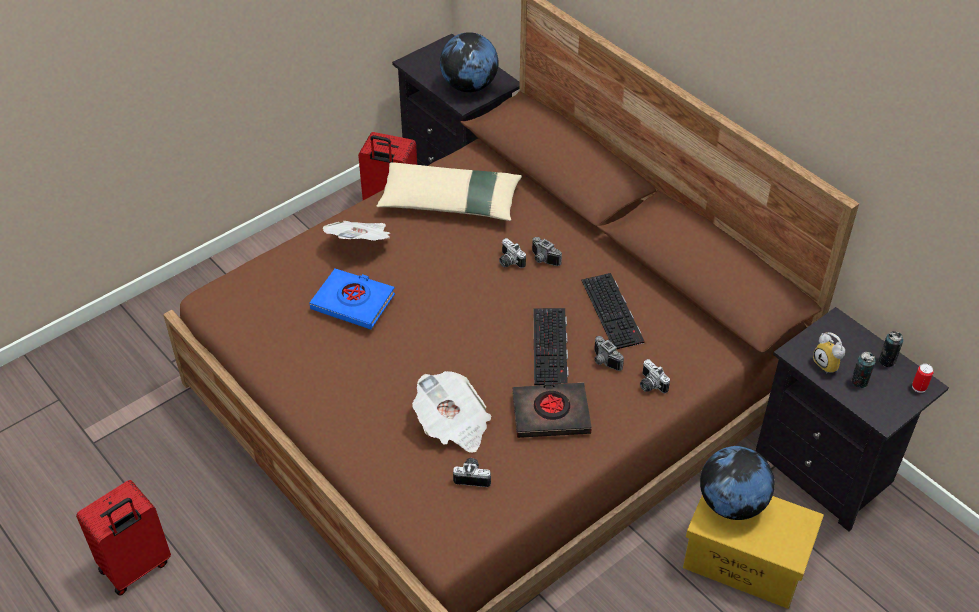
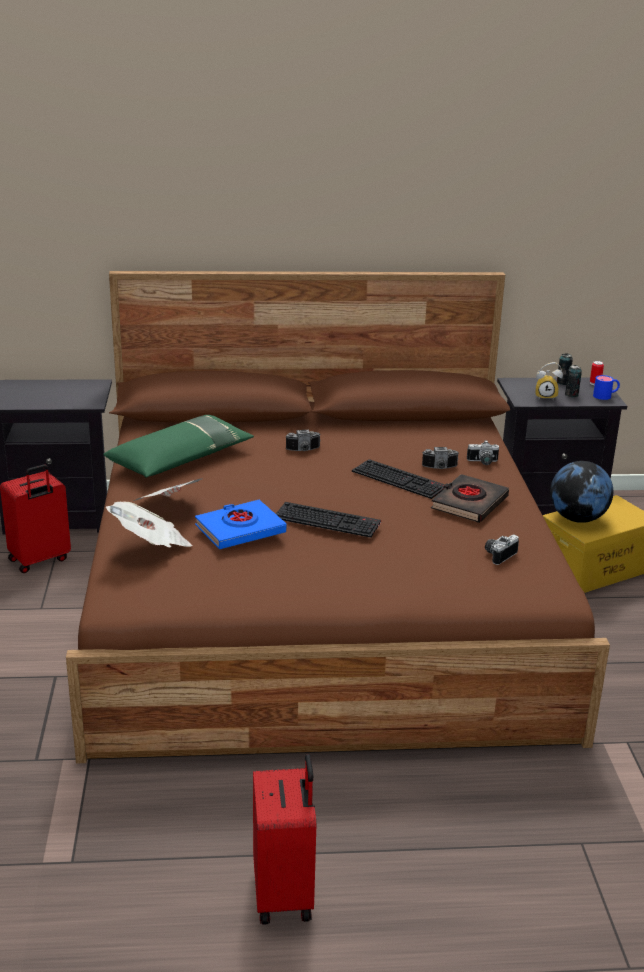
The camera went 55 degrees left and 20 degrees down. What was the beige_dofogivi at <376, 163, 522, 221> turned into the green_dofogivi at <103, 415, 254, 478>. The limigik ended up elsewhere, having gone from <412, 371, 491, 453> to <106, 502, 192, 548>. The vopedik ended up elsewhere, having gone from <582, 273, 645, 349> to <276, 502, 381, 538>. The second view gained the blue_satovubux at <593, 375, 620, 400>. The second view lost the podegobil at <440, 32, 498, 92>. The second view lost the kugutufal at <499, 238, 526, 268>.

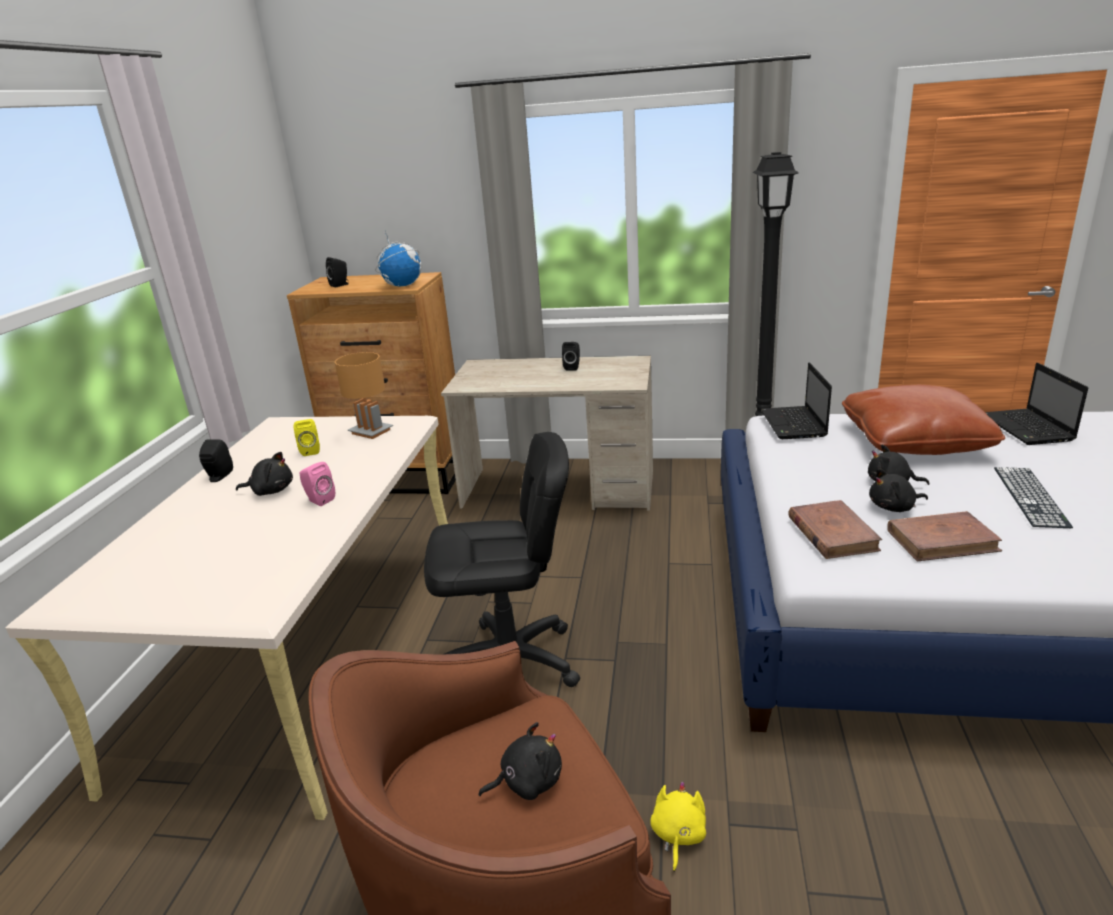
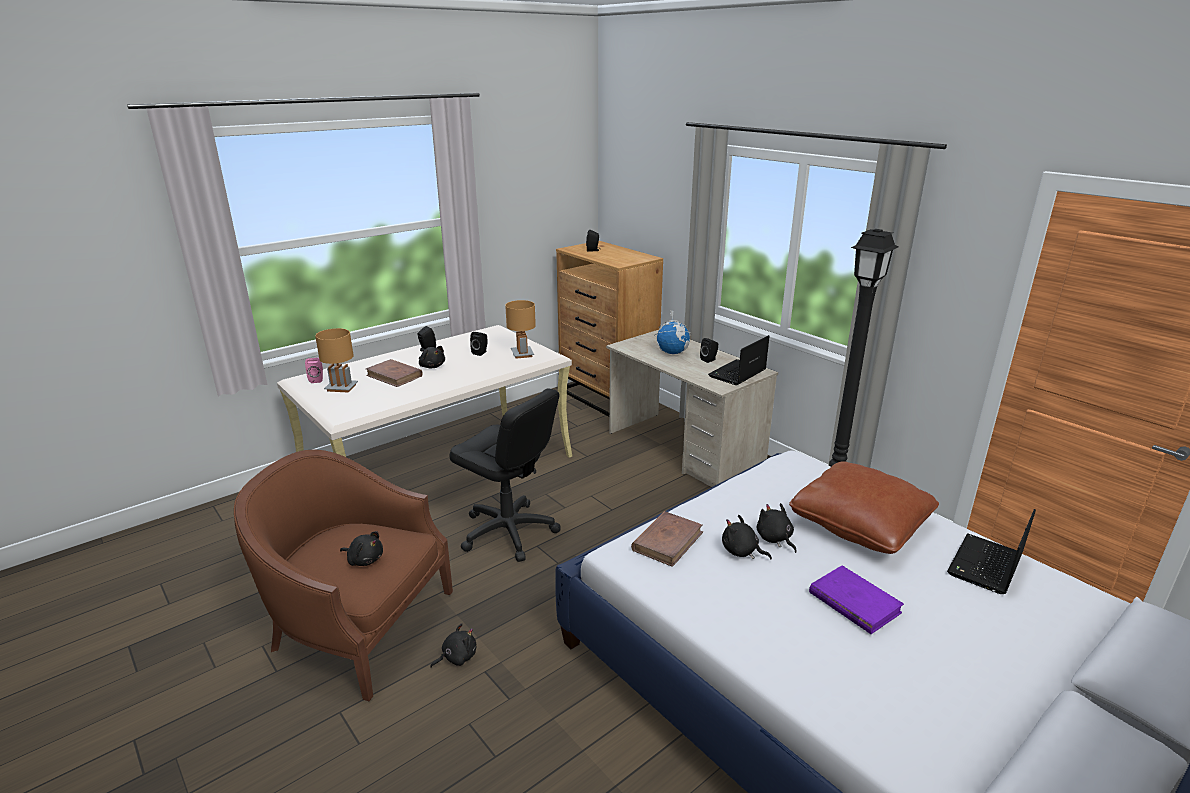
The camera went 40 degrees right and 0 degrees up. The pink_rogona ended up elsewhere, having gone from <300, 462, 335, 506> to <305, 358, 323, 383>. The second view gained the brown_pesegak at <315, 328, 358, 392>. The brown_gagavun ended up elsewhere, having gone from <887, 511, 1002, 561> to <366, 359, 423, 387>. What was the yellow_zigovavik at <650, 781, 706, 872> turned into the black_zigovavik at <430, 623, 477, 668>. What was the yellow_rogona at <294, 419, 320, 456> turned into the black_rogona at <470, 332, 487, 356>. The podegobil ended up elsewhere, having gone from <375, 231, 422, 287> to <654, 310, 690, 354>. The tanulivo ended up elsewhere, having gone from <761, 362, 832, 439> to <708, 335, 770, 385>. Where the vopedik stood at <994, 467, 1073, 528>, the purple_gagavun came to stand at <809, 565, 904, 634>.

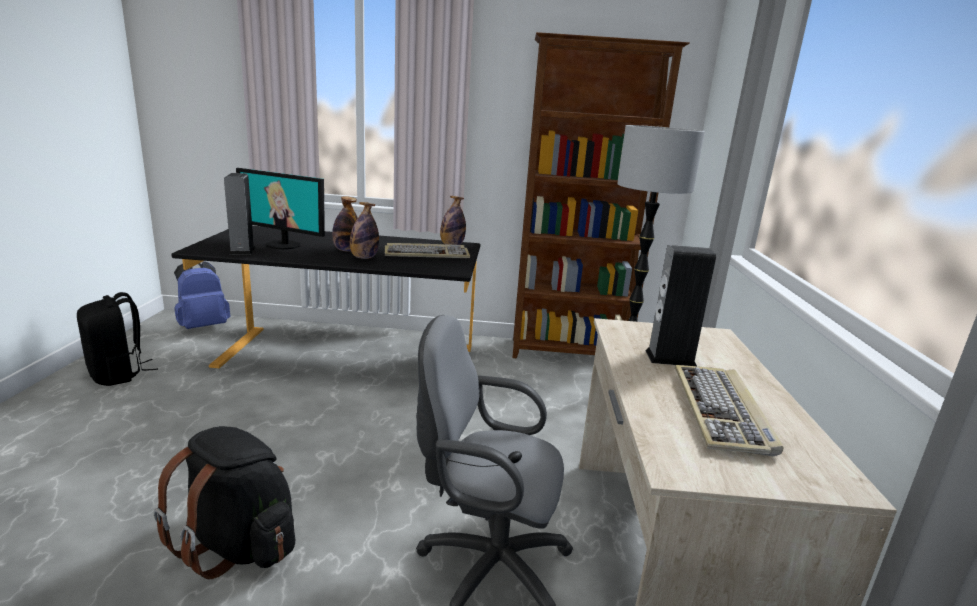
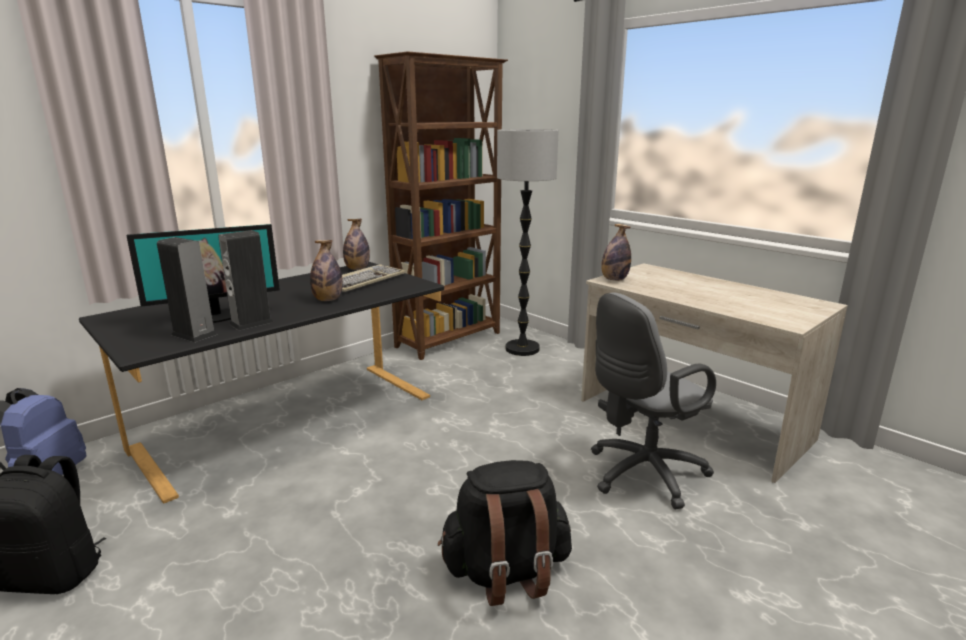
The camera went 45 degrees left and 0 degrees up. The rogona ended up elsewhere, having gone from <645, 245, 716, 366> to <218, 230, 273, 331>. The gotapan ended up elsewhere, having gone from <332, 196, 358, 252> to <601, 224, 631, 281>. The second view lost the vopedik at <675, 365, 783, 456>.

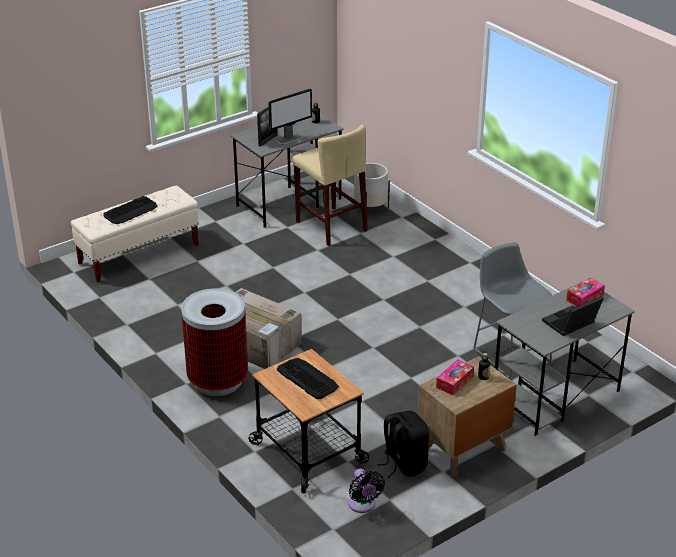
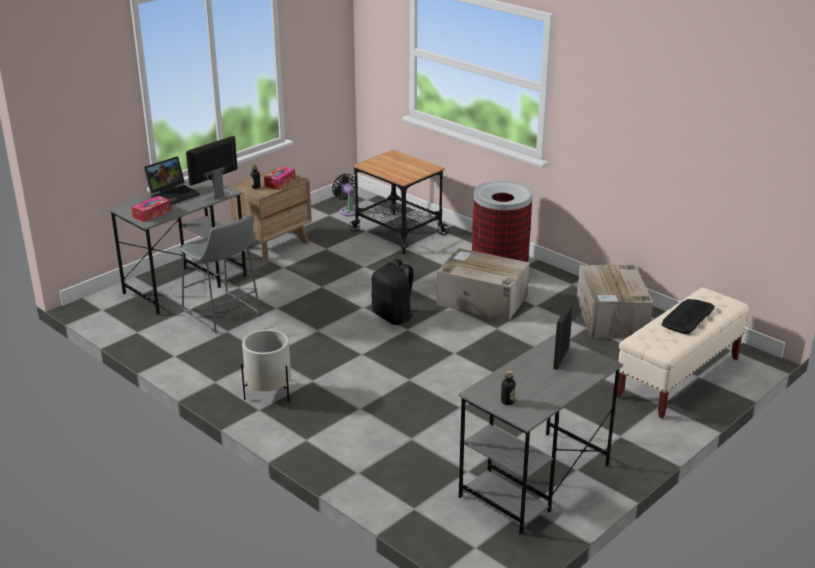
The camera went 170 degrees right and 5 degrees down. The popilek ended up elsewhere, having gone from <268, 89, 312, 144> to <186, 136, 238, 203>. The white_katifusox ended up elsewhere, having gone from <354, 163, 390, 208> to <241, 330, 291, 402>. The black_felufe ended up elsewhere, having gone from <377, 410, 429, 478> to <371, 259, 418, 325>. The second view gained the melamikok at <577, 264, 653, 339>. The second view lost the vopedik at <277, 358, 339, 399>. The second view lost the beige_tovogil at <293, 125, 368, 246>.

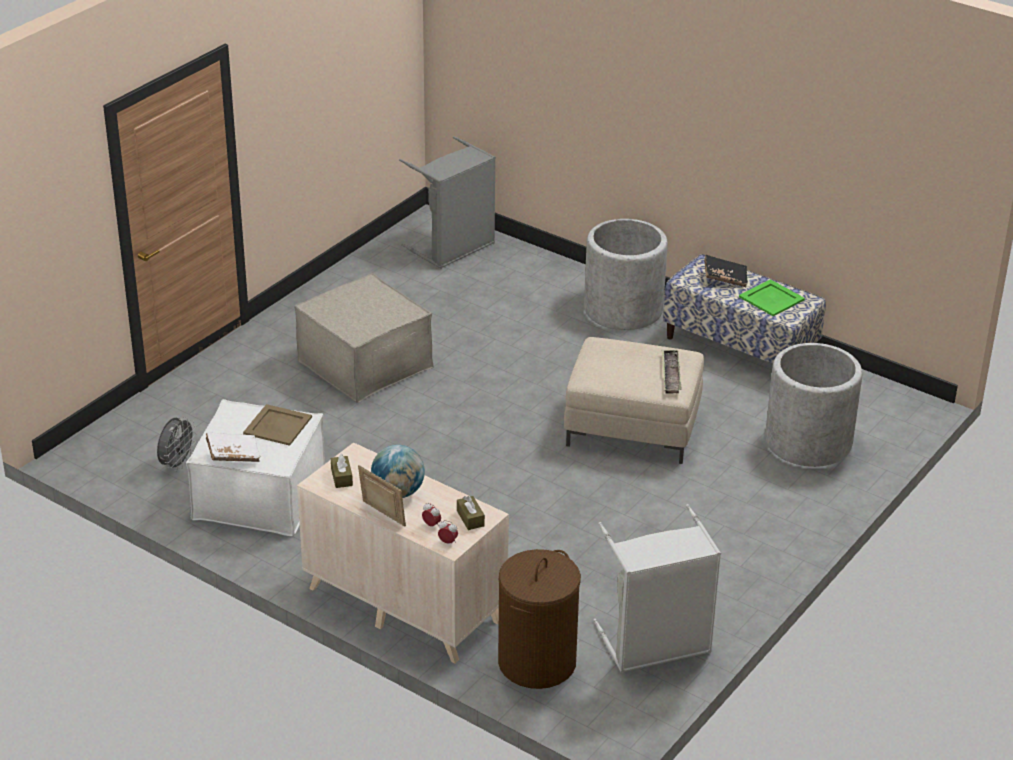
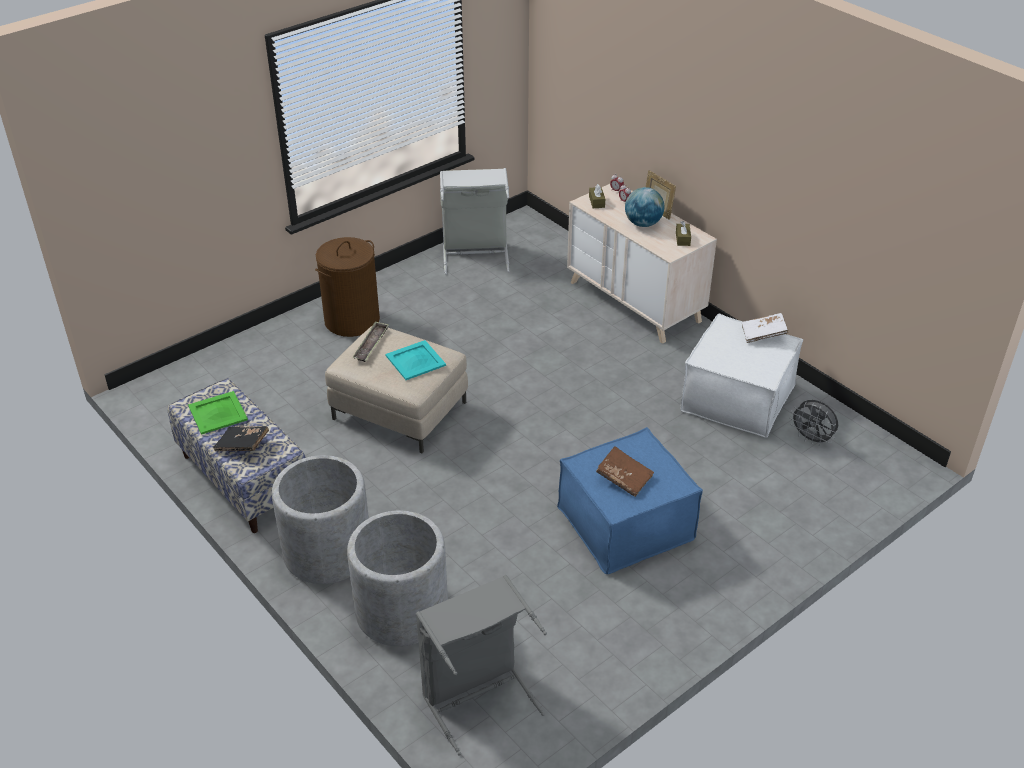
The camera went 165 degrees left and 5 degrees up. The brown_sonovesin ended up elsewhere, having gone from <498, 549, 581, 689> to <315, 237, 380, 337>. The grey_katifusox ended up elsewhere, having gone from <765, 343, 862, 467> to <347, 511, 448, 646>. The second view gained the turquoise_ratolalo at <385, 340, 446, 380>. What was the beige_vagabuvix at <295, 273, 434, 403> turned into the blue_vagabuvix at <557, 427, 703, 574>. The second view gained the brown_gagavun at <596, 446, 654, 497>. The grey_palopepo at <157, 417, 197, 471> ended up facing another way, 90 degrees counterclockwise from before. The second view lost the beige_ratolalo at <243, 404, 312, 446>.

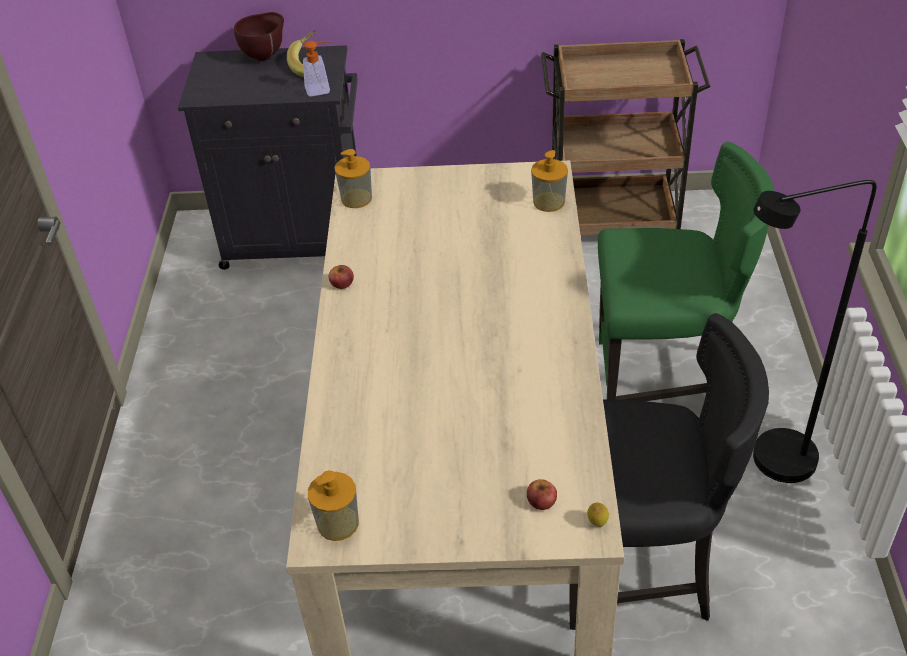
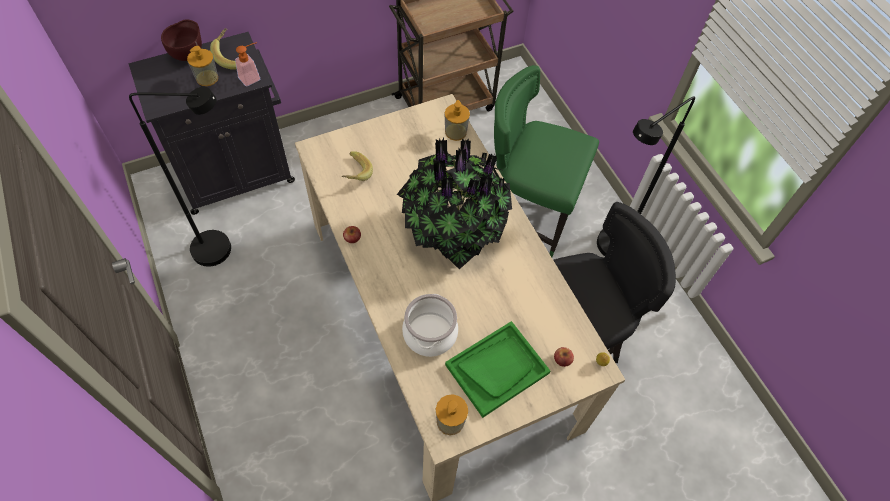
The camera went 30 degrees left and 15 degrees up. The second view gained the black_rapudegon at <129, 87, 231, 267>. The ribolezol ended up elsewhere, having gone from <334, 149, 372, 208> to <187, 46, 218, 86>. The second view gained the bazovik at <342, 151, 373, 181>. The second view gained the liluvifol at <397, 138, 512, 269>. The second view gained the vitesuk at <402, 294, 458, 357>. The second view gained the green_ratolalo at <445, 321, 550, 418>. The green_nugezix at <598, 141, 774, 401> ended up facing another way, 135 degrees counterclockwise from before.

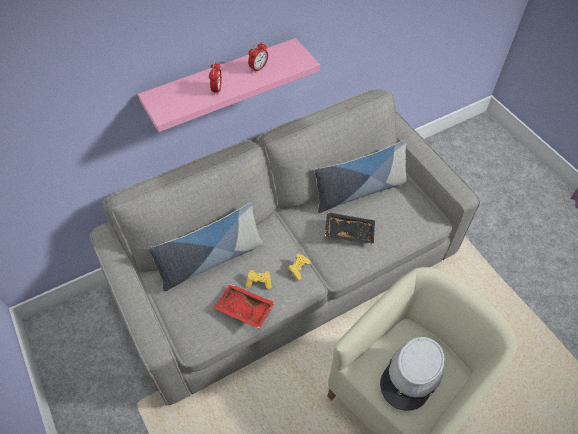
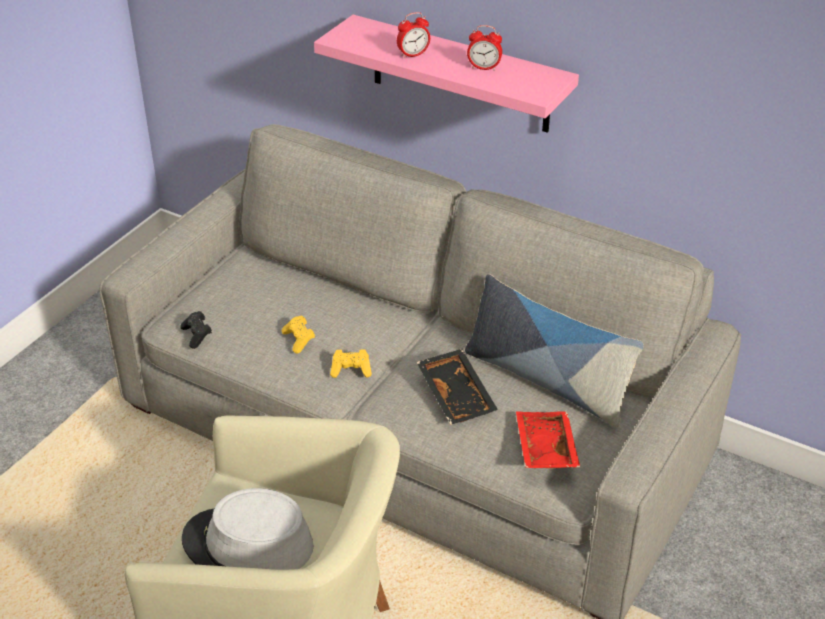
The camera went 60 degrees right and 15 degrees down. The second view gained the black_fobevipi at <180, 311, 212, 349>. The red_ratolalo ended up elsewhere, having gone from <213, 284, 275, 328> to <516, 411, 580, 468>. The second view lost the dofogivi at <148, 203, 263, 291>.

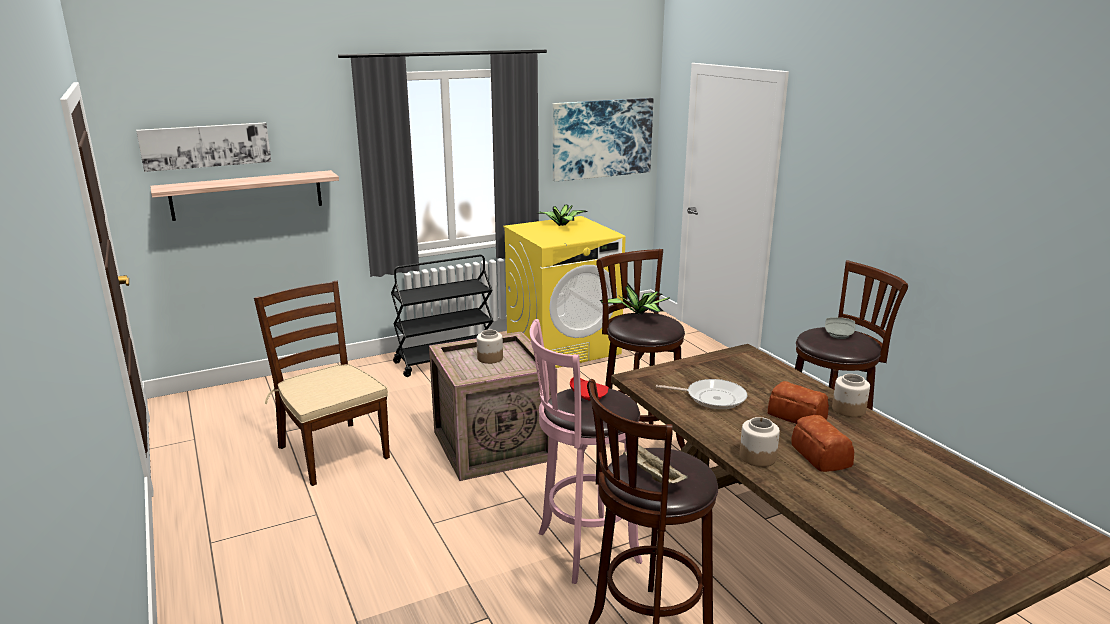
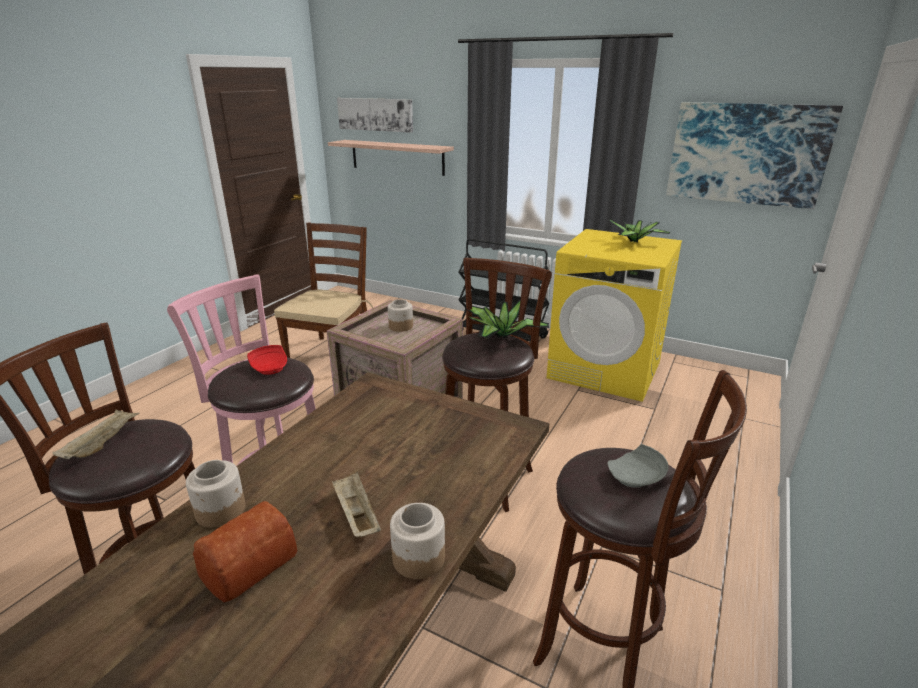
The camera went 55 degrees right and 5 degrees up. Where the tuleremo stood at <768, 381, 829, 424>, the beige_ratolalo came to stand at <332, 472, 381, 537>. The second view lost the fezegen at <656, 379, 747, 409>.

